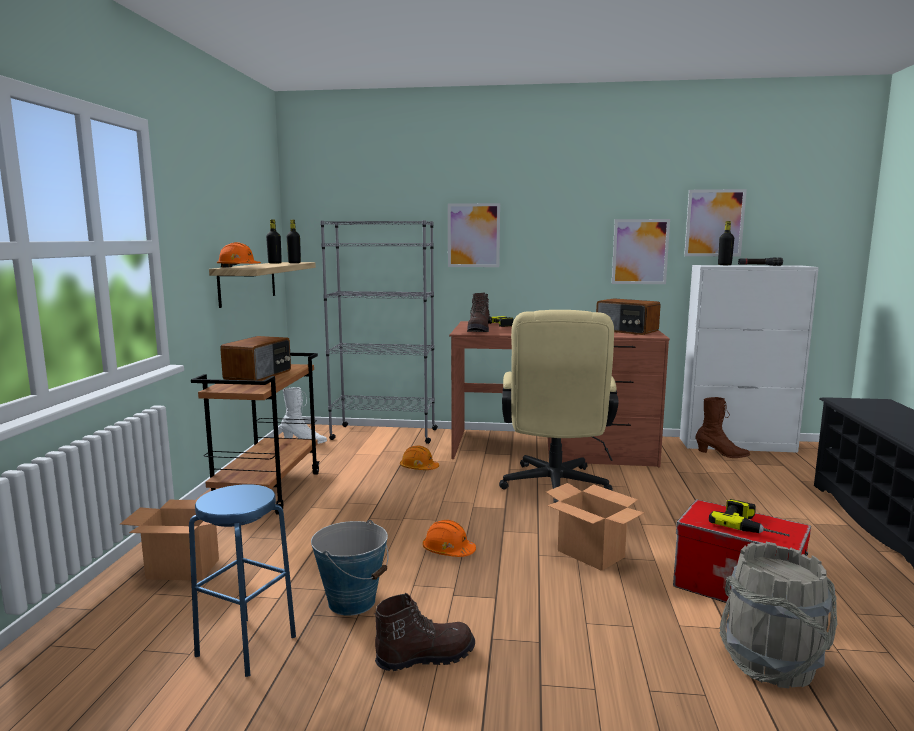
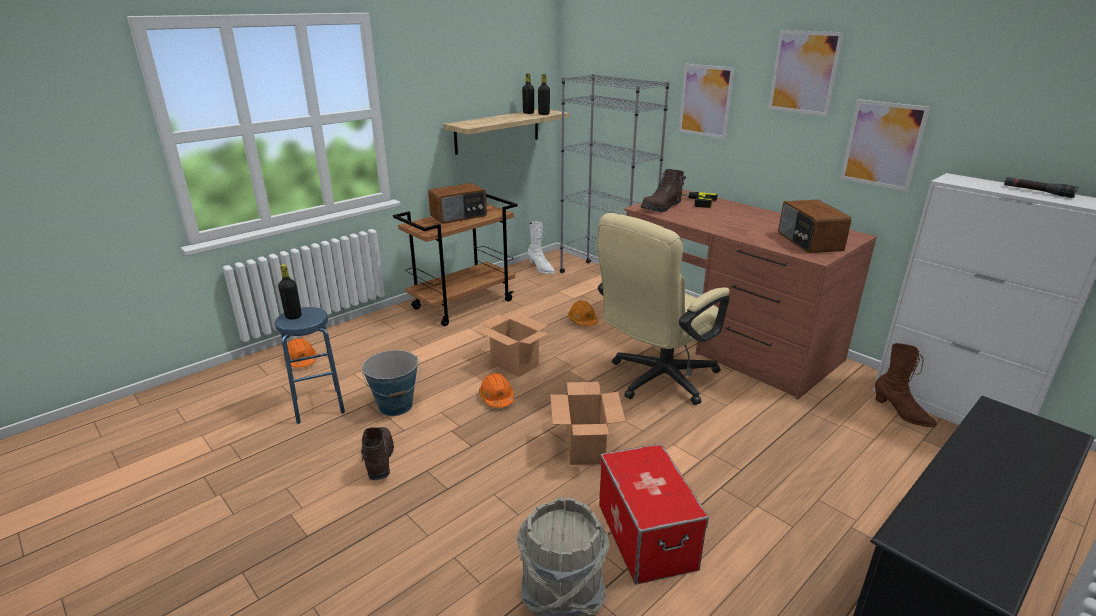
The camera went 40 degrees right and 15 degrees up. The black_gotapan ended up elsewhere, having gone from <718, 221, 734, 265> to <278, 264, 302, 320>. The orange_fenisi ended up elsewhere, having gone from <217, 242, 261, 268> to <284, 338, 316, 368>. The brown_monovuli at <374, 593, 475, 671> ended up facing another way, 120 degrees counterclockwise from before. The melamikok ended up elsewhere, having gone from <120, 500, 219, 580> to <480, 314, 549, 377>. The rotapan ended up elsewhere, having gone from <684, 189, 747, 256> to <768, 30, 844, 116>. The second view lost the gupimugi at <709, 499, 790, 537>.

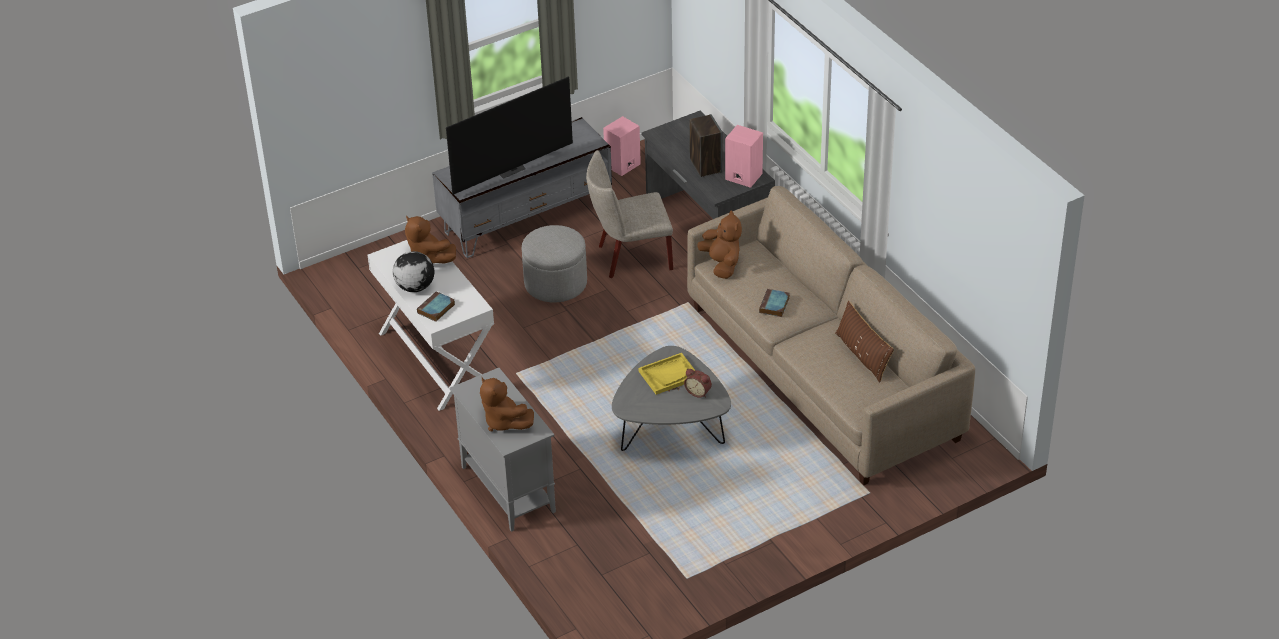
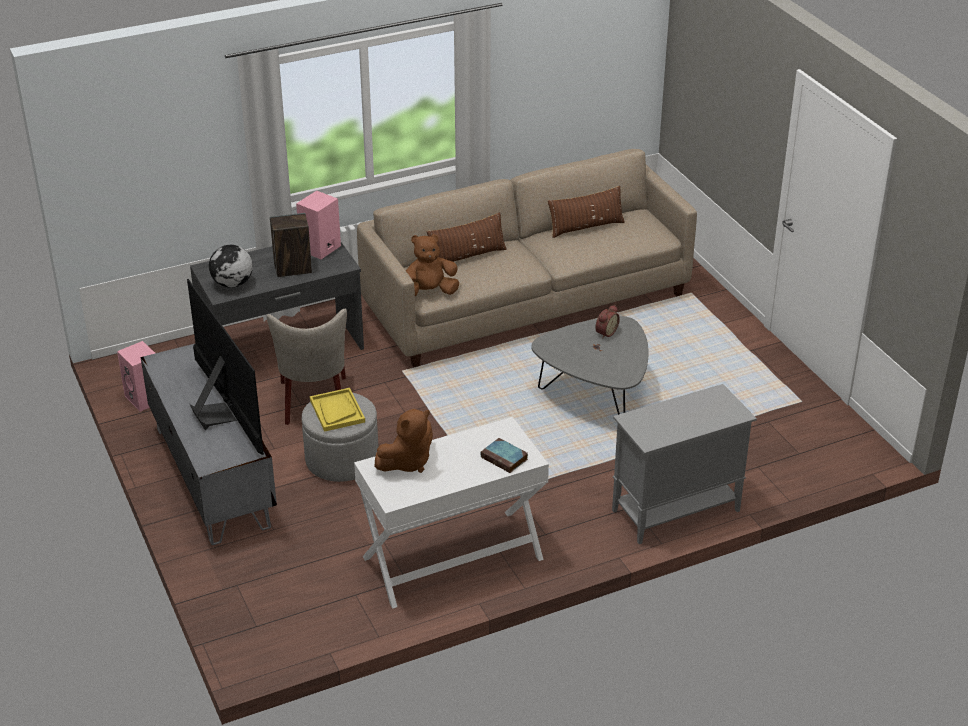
The camera went 85 degrees left and 5 degrees down. The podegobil ended up elsewhere, having gone from <393, 251, 434, 292> to <209, 245, 253, 288>. The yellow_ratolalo ended up elsewhere, having gone from <638, 353, 695, 395> to <310, 388, 365, 432>. The second view gained the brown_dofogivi at <427, 212, 507, 262>. The second view lost the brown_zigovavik at <480, 377, 534, 431>. The second view lost the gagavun at <759, 289, 790, 317>.

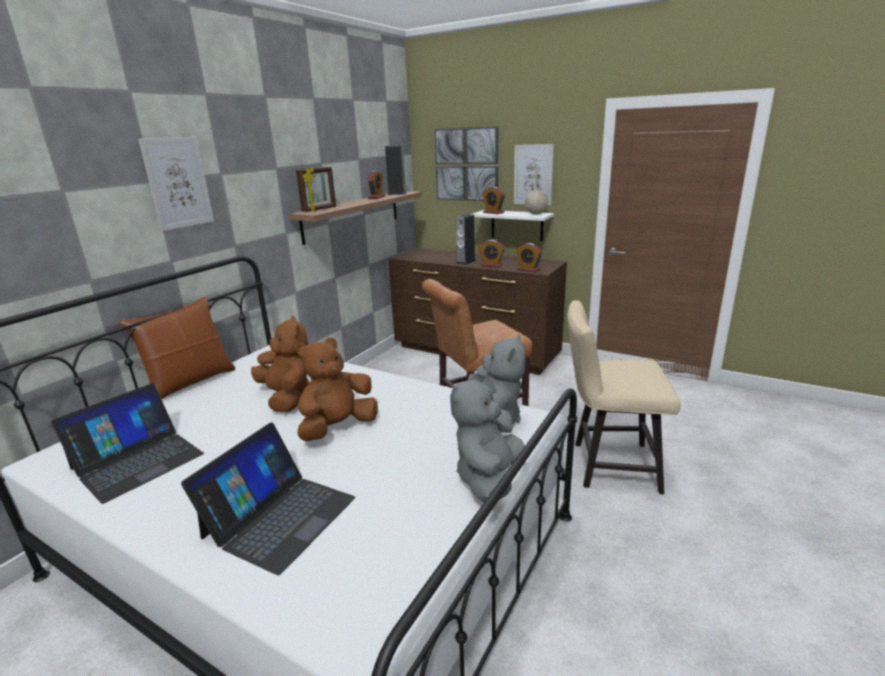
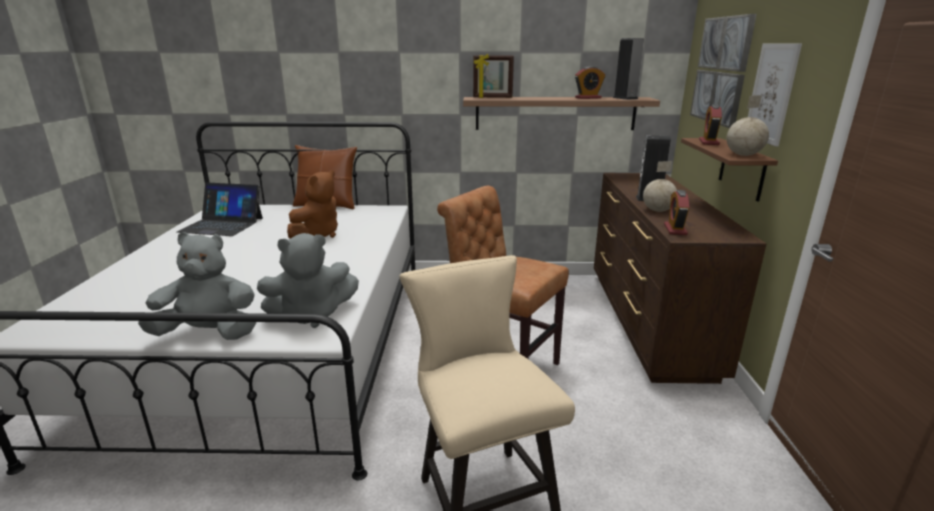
The camera went 60 degrees right and 0 degrees up. Where the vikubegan stood at <478, 240, 505, 267>, the podegobil came to stand at <643, 161, 677, 212>. What was the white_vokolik at <473, 210, 554, 241> turned into the brown_vokolik at <681, 138, 778, 202>. The second view lost the rotapan at <138, 137, 214, 231>. The second view lost the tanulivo at <181, 422, 355, 575>. The second view lost the brown_zigovavik at <297, 338, 378, 441>.

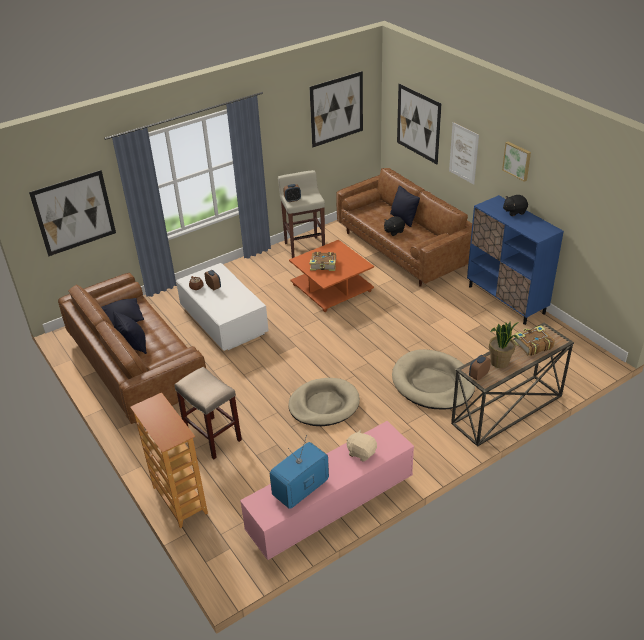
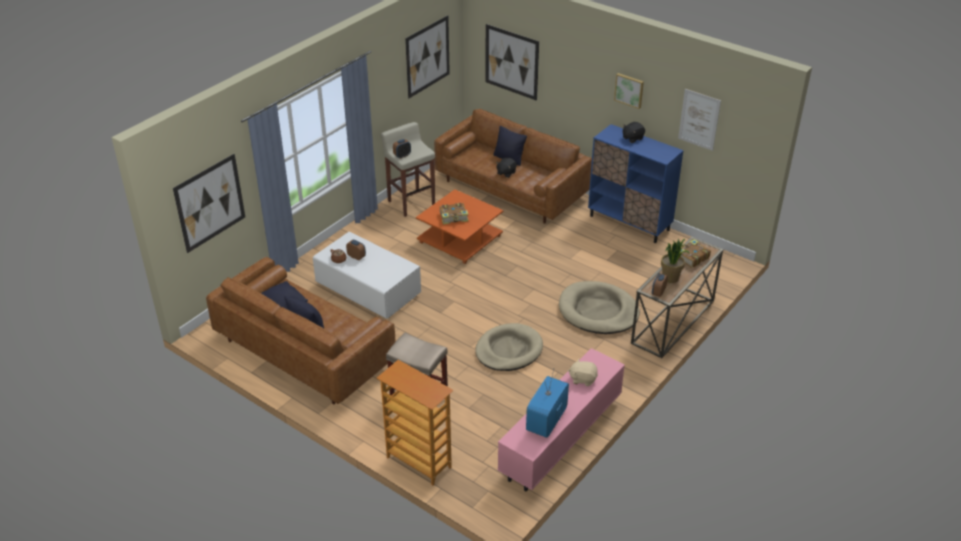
The camera went 20 degrees left and 0 degrees up. The rotapan ended up elsewhere, having gone from <449, 122, 479, 185> to <678, 89, 721, 151>.

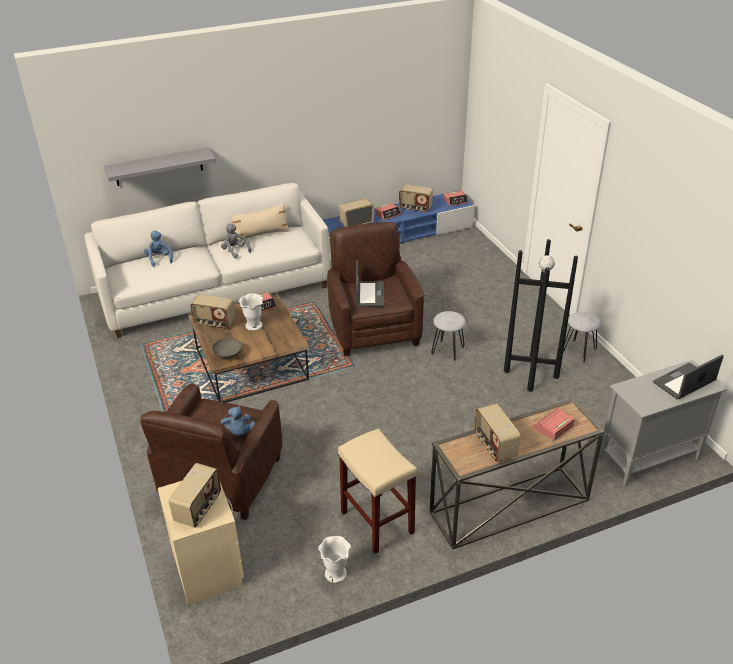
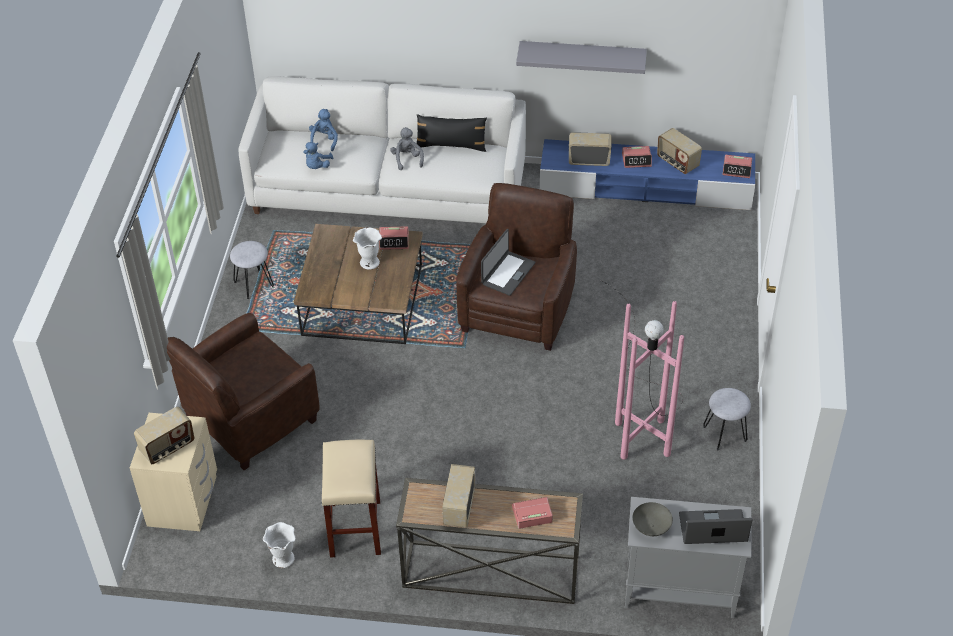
The camera went 30 degrees right and 10 degrees up. The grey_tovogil ended up elsewhere, having gone from <431, 311, 466, 361> to <230, 241, 274, 299>. The blue_zigovavik ended up elsewhere, having gone from <221, 406, 256, 436> to <303, 142, 333, 169>. What was the beige_dofogivi at <230, 203, 290, 242> turned into the black_dofogivi at <415, 114, 487, 152>. The grey_vokolik ended up elsewhere, having gone from <104, 147, 216, 186> to <516, 41, 647, 74>. What was the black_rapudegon at <427, 239, 578, 392> turned into the pink_rapudegon at <602, 281, 684, 460>. The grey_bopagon ended up elsewhere, having gone from <212, 338, 242, 359> to <632, 502, 673, 536>. The second view lost the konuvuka at <190, 294, 235, 329>.

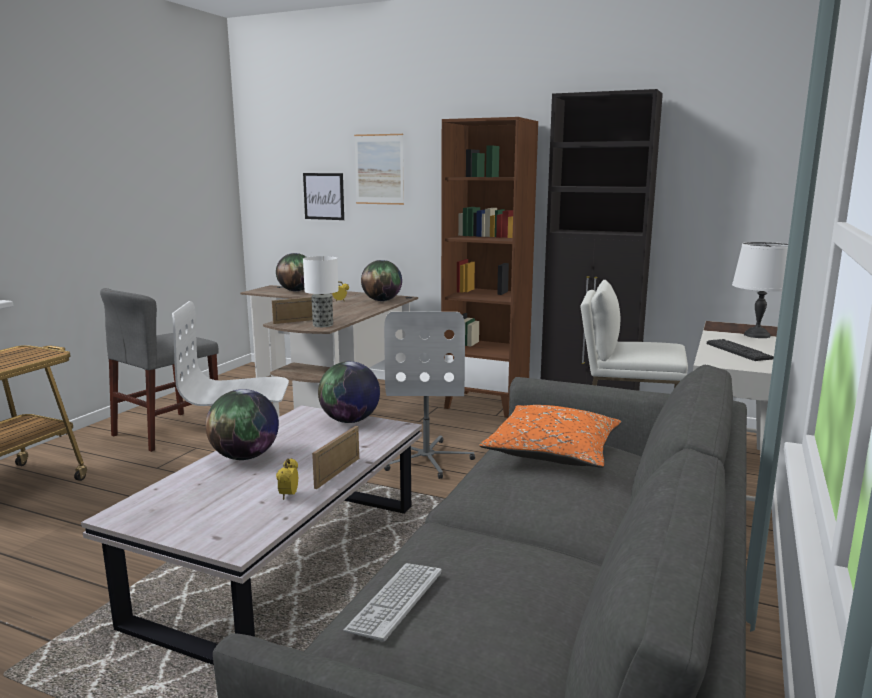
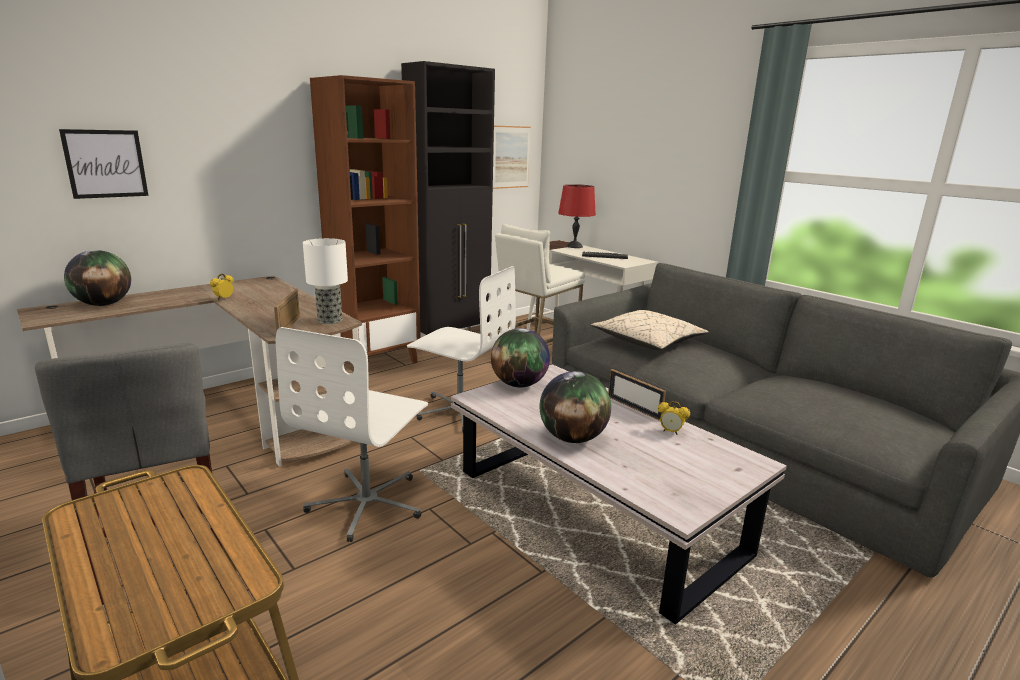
The camera went 65 degrees left and 5 degrees up. The rotapan ended up elsewhere, having gone from <354, 134, 404, 205> to <493, 126, 531, 189>. What was the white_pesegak at <732, 242, 788, 338> turned into the red_pesegak at <558, 184, 596, 248>. What was the orange_dofogivi at <479, 405, 621, 468> turned into the beige_dofogivi at <591, 310, 709, 350>. The second view lost the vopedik at <343, 563, 442, 642>. The second view lost the podegobil at <361, 260, 402, 301>.

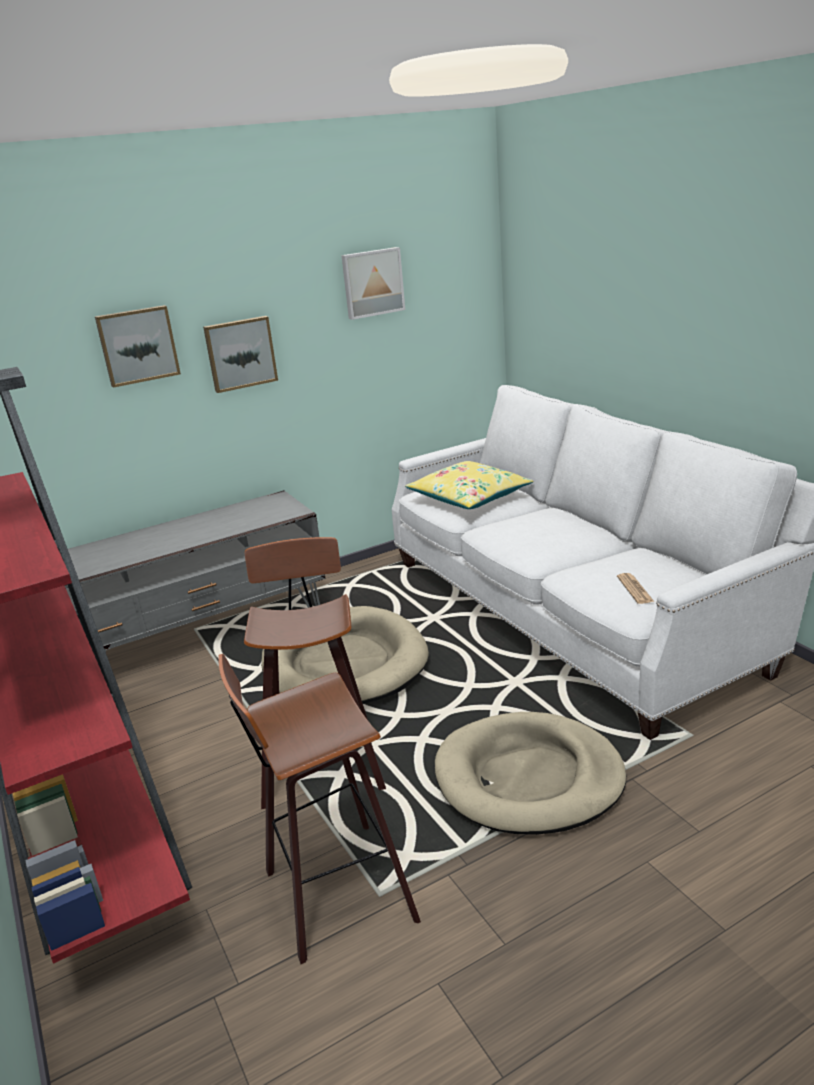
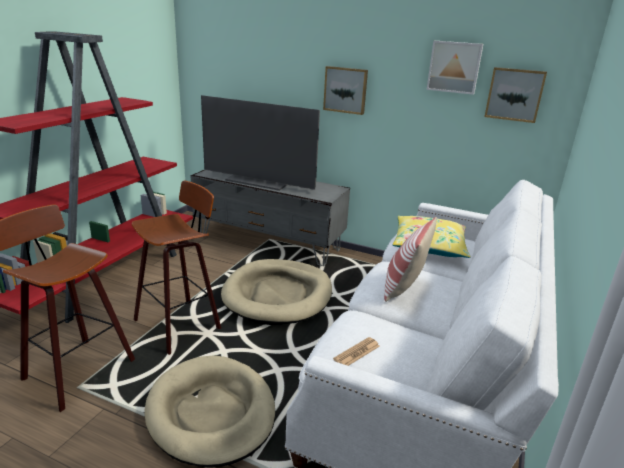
The camera went 50 degrees right and 0 degrees up. The second view gained the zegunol at <201, 95, 320, 191>. The second view gained the dofogivi at <384, 217, 437, 302>. The rotapan ended up elsewhere, having gone from <95, 305, 181, 388> to <484, 67, 547, 123>.

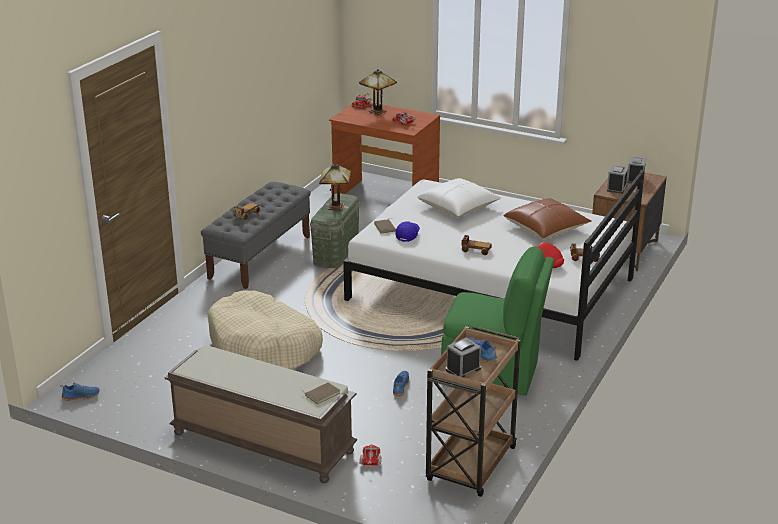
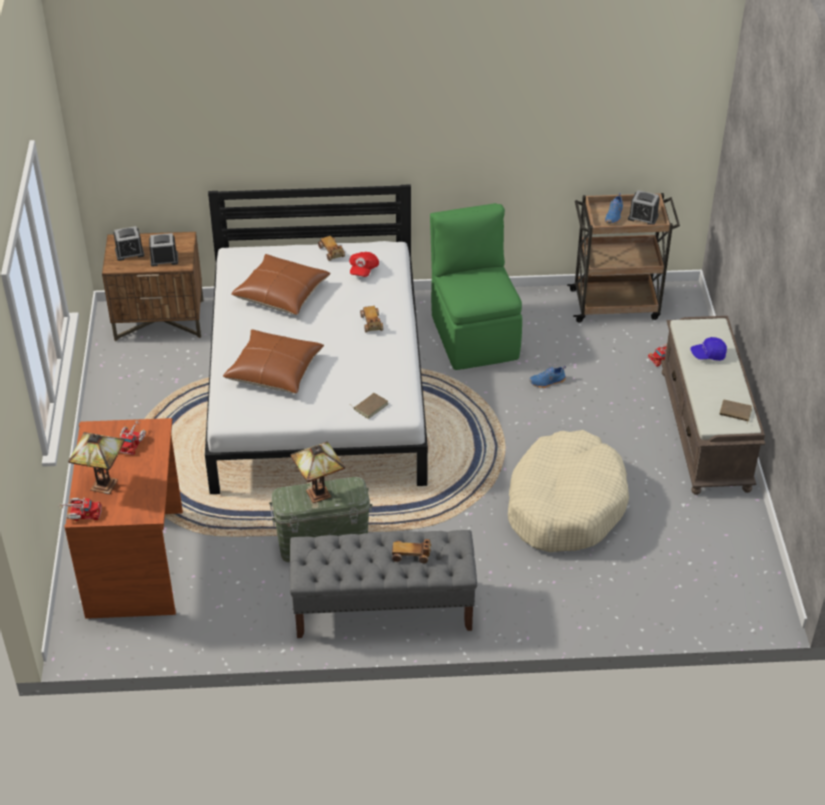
The camera went 120 degrees left and 15 degrees up. What was the white_dofogivi at <417, 178, 502, 218> turned into the brown_dofogivi at <223, 329, 324, 394>. The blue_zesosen ended up elsewhere, having gone from <395, 221, 420, 242> to <690, 337, 727, 361>. The brown_gagavun ended up elsewhere, having gone from <302, 382, 340, 404> to <719, 400, 752, 423>. The second view lost the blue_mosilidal at <60, 383, 100, 401>.

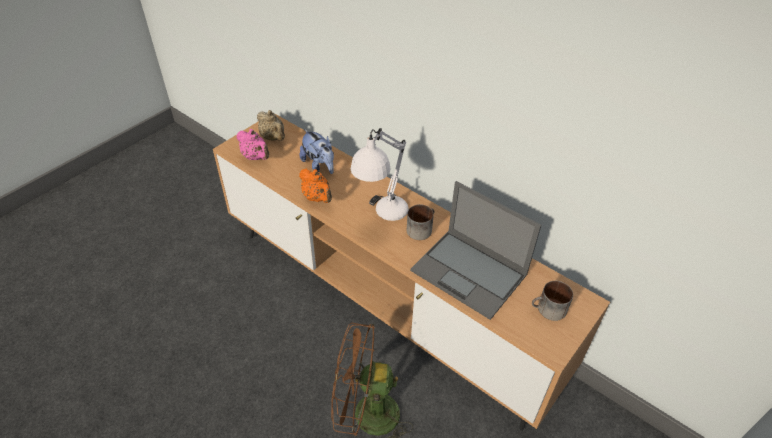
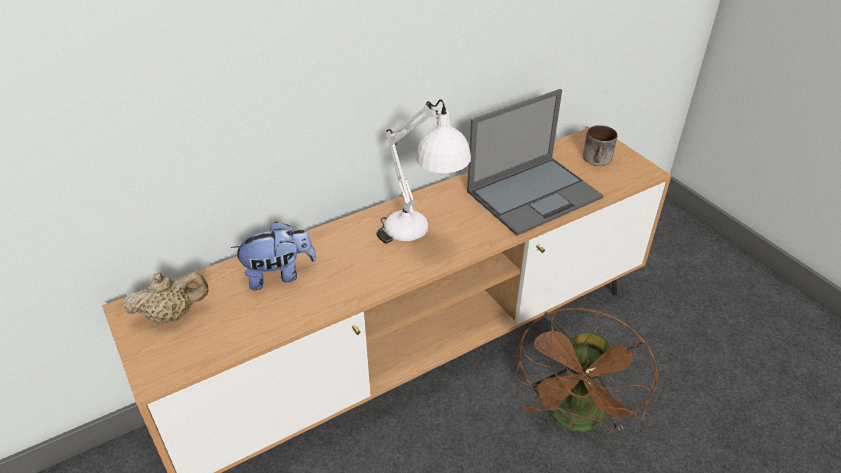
The camera went 70 degrees left and 5 degrees down. The second view lost the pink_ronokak at <236, 129, 269, 160>. The second view lost the orange_ronokak at <299, 169, 332, 203>. The second view lost the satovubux at <407, 204, 434, 240>.

